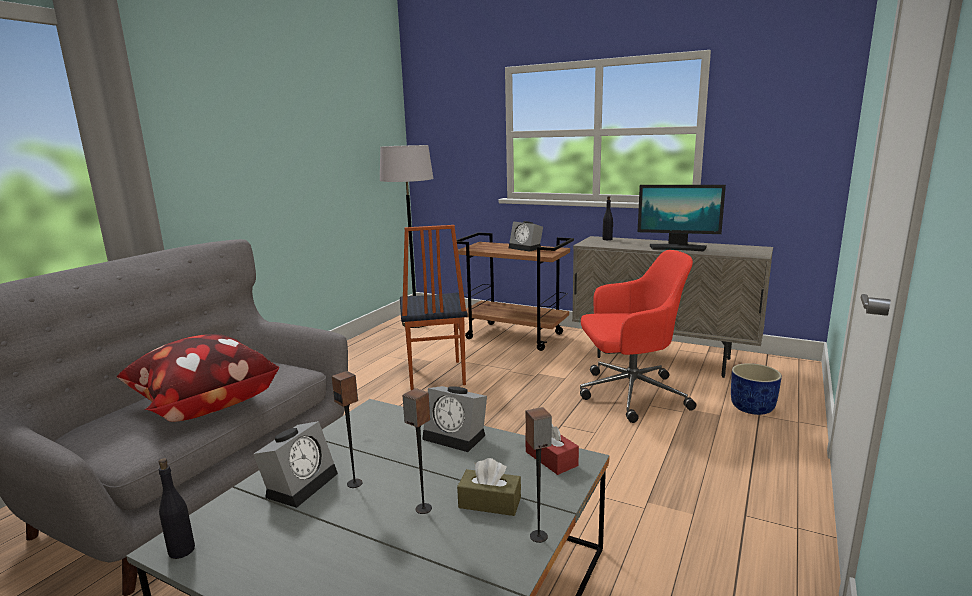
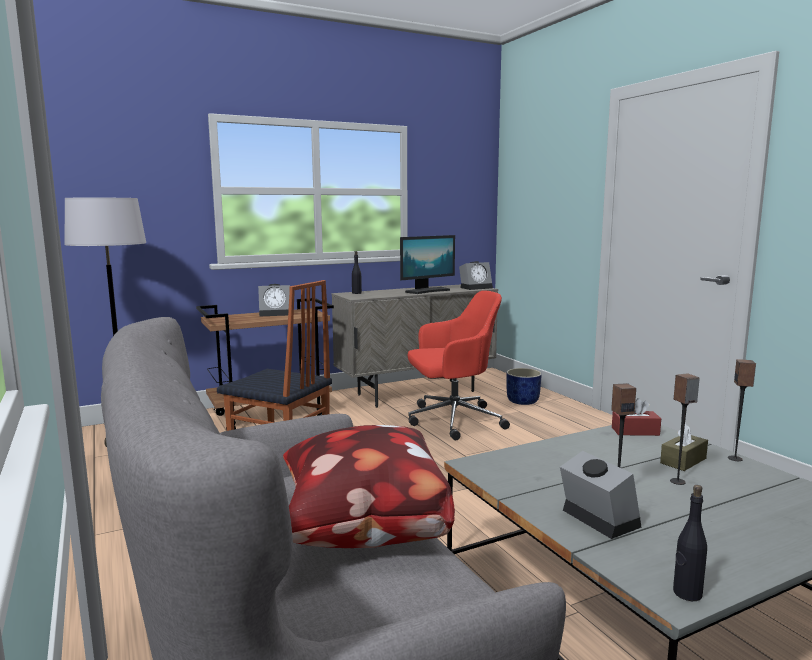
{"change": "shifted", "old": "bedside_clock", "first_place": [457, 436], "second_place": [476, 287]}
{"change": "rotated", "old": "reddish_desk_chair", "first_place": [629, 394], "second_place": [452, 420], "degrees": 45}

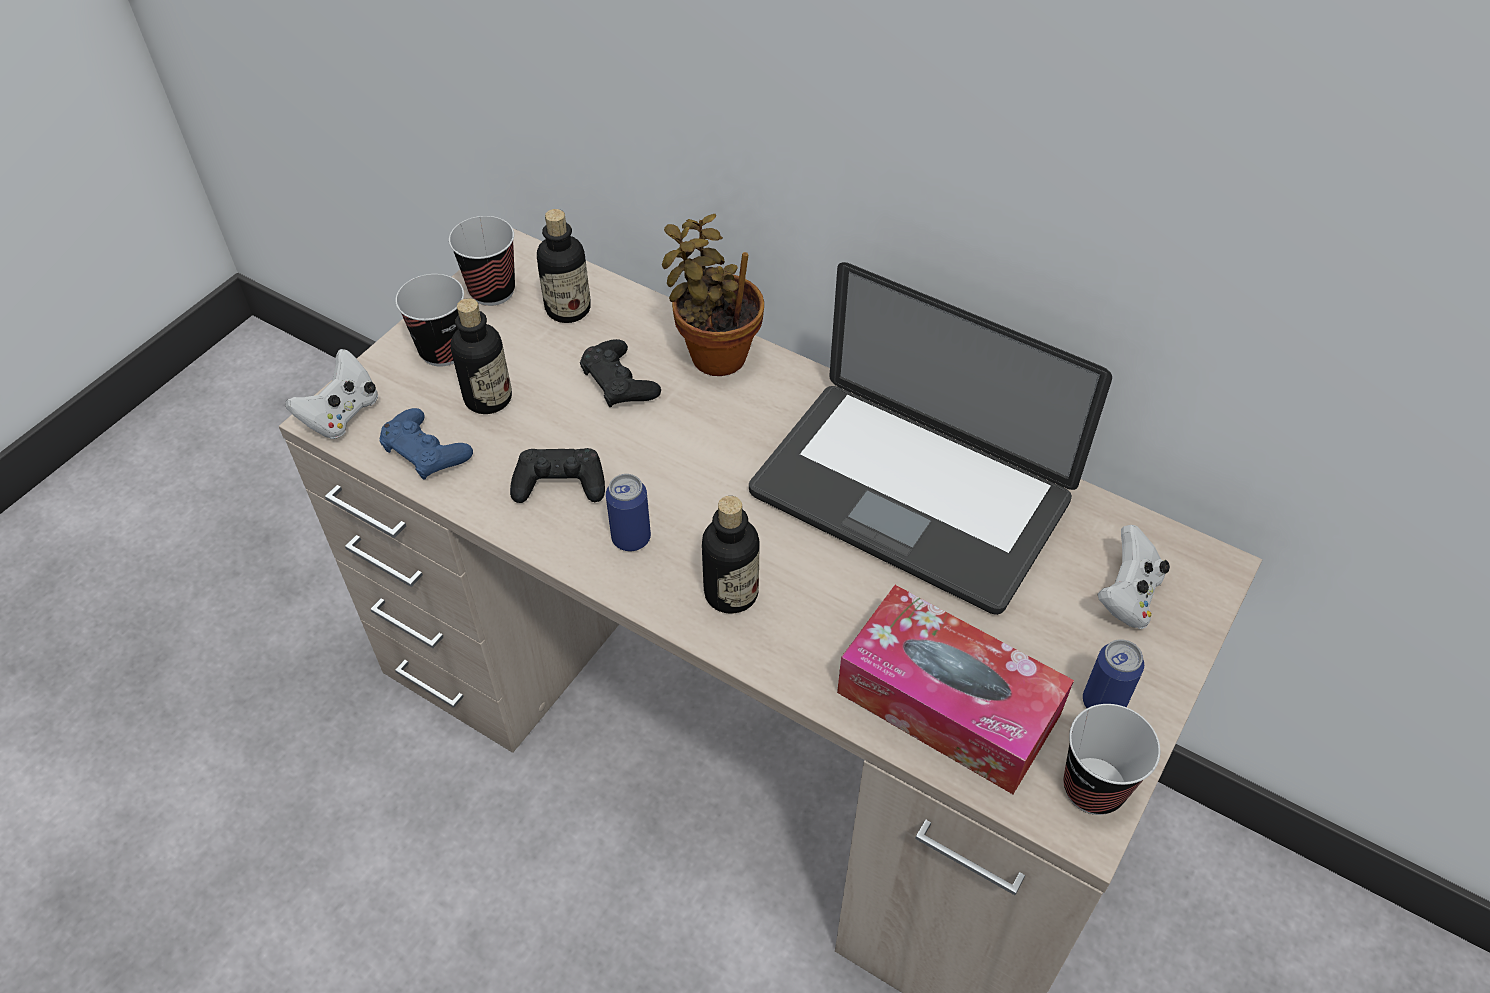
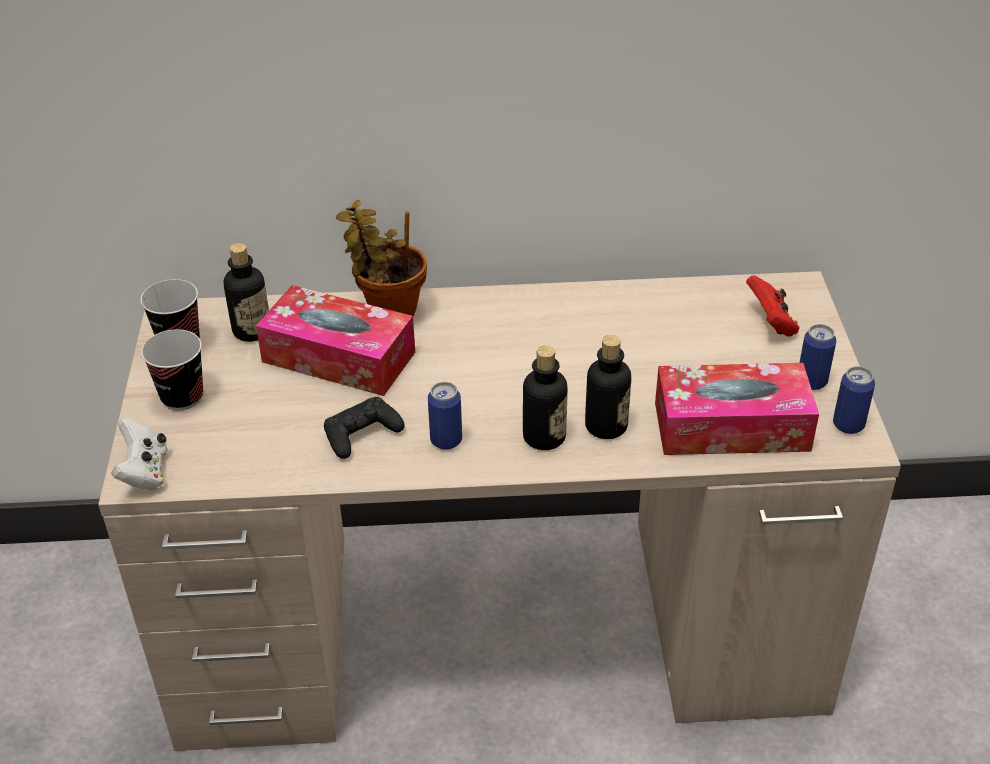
{"change": "gone", "old": "blue-coloured_joypad", "first_place": [425, 451]}
{"change": "shifted", "old": "beverage_bottle", "first_place": [488, 398], "second_place": [606, 426]}
{"change": "swapped", "old": "black_joypad", "new": "tissue_holder", "first_place": [619, 382], "second_place": [338, 357]}
{"change": "gone", "old": "laptop", "first_place": [909, 497]}
{"change": "swapped", "old": "drinking_cup", "new": "metal_can", "first_place": [1093, 788], "second_place": [848, 425]}
{"change": "repainted", "old": "white-coloured_joypad", "new": "reddish_joypad", "first_place": [1127, 596], "second_place": [771, 323]}

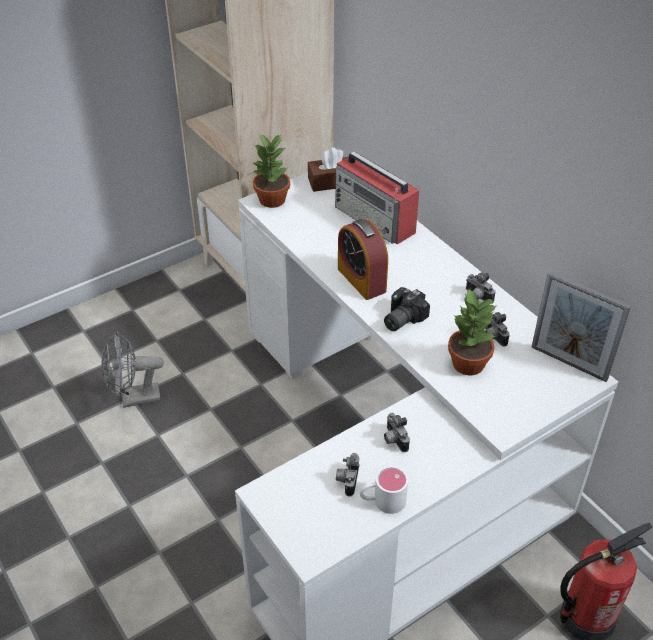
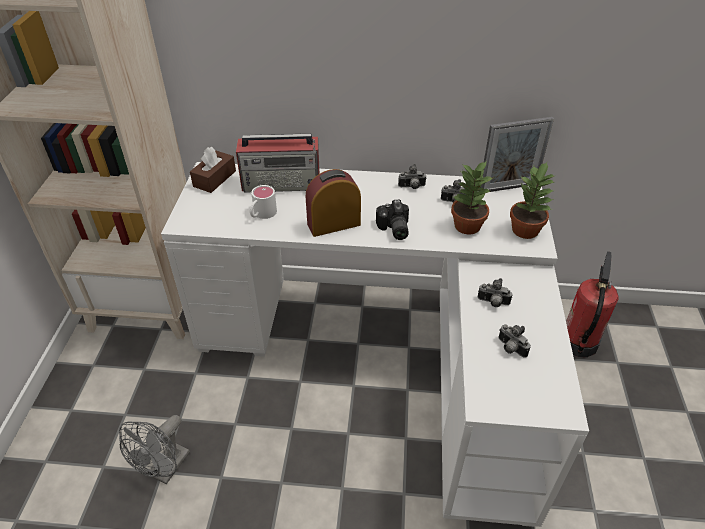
{"change": "shifted", "old": "plant_in_a_pot", "first_place": [272, 200], "second_place": [526, 230]}
{"change": "rotated", "old": "bedside_clock", "first_place": [361, 280], "second_place": [334, 224], "degrees": 150}
{"change": "shifted", "old": "white-coloured_coffee_mug", "first_place": [382, 501], "second_place": [262, 214]}

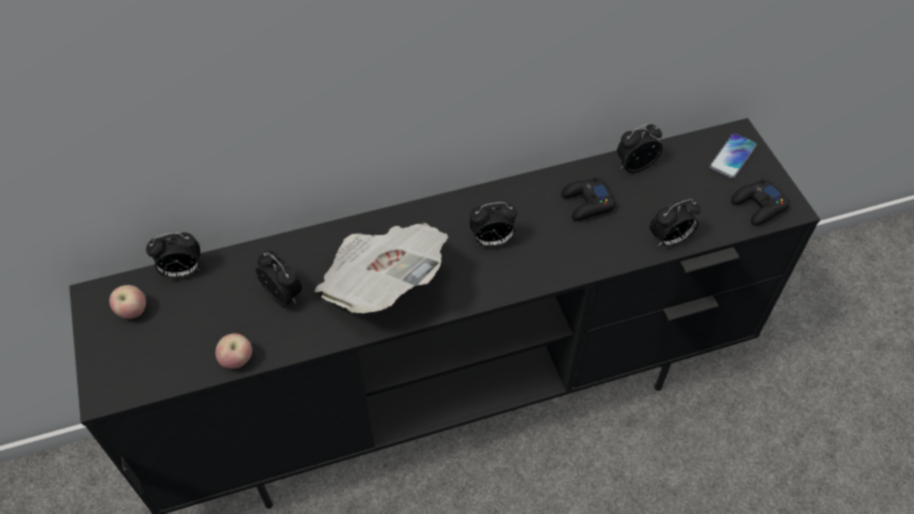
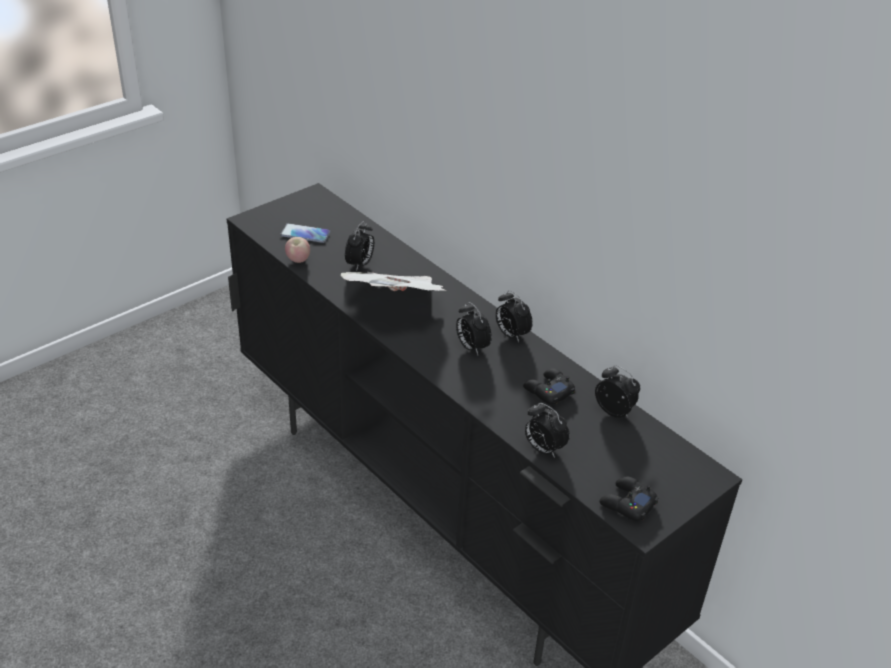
{"change": "gone", "old": "whole_apple", "first_place": [133, 311]}
{"change": "shifted", "old": "bedside_clock", "first_place": [182, 271], "second_place": [511, 334]}
{"change": "shifted", "old": "telephone", "first_place": [732, 156], "second_place": [305, 234]}

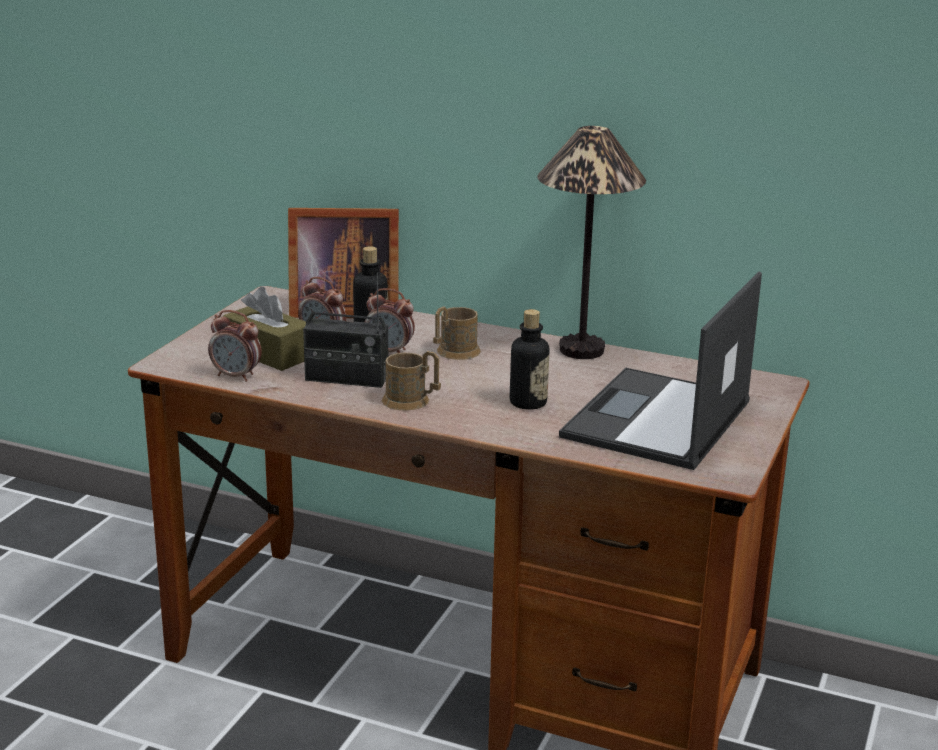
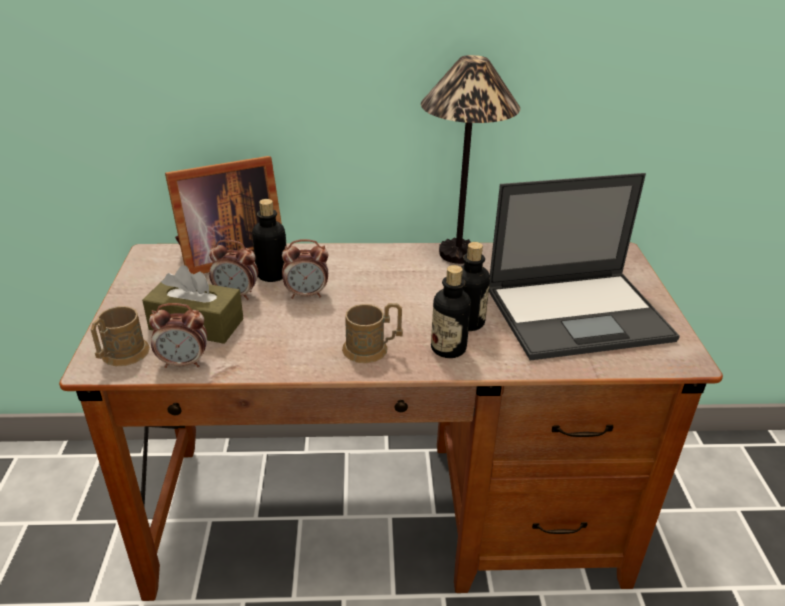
{"change": "gone", "old": "radio_set", "first_place": [346, 378]}
{"change": "shifted", "old": "brown-coloured_coffee_mug", "first_place": [454, 353], "second_place": [121, 356]}
{"change": "rotated", "old": "laptop", "first_place": [657, 420], "second_place": [579, 314], "degrees": -105}
{"change": "new", "new": "beverage_bottle", "second_place": [448, 348]}

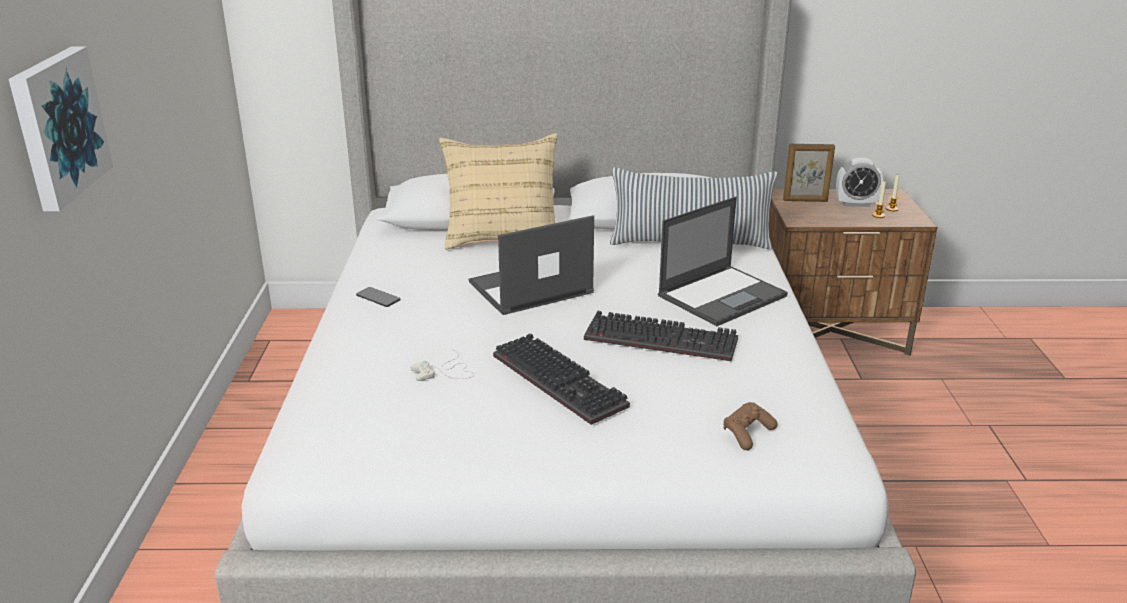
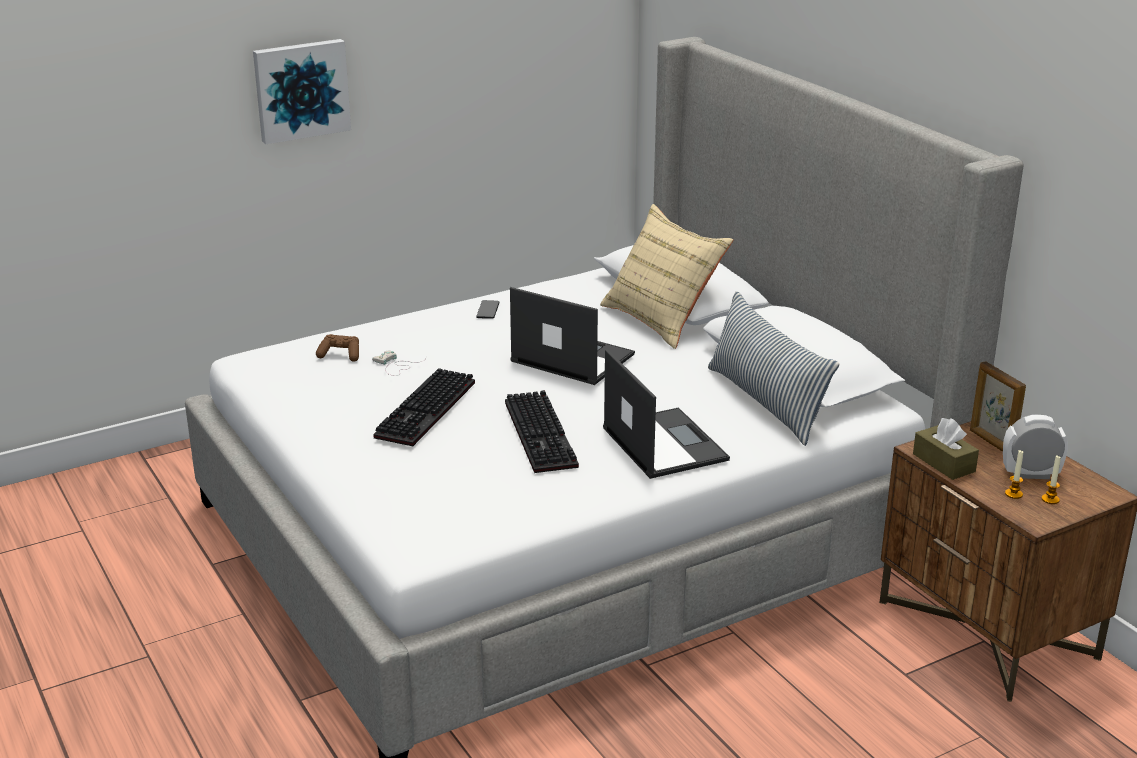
{"change": "rotated", "old": "laptop", "first_place": [723, 295], "second_place": [663, 443], "degrees": -135}
{"change": "shifted", "old": "brown-coloured_joypad", "first_place": [747, 434], "second_place": [340, 355]}
{"change": "rotated", "old": "bedside_clock", "first_place": [856, 204], "second_place": [1030, 474], "degrees": 120}
{"change": "new", "new": "brown-coloured_tissue_holder", "second_place": [943, 463]}

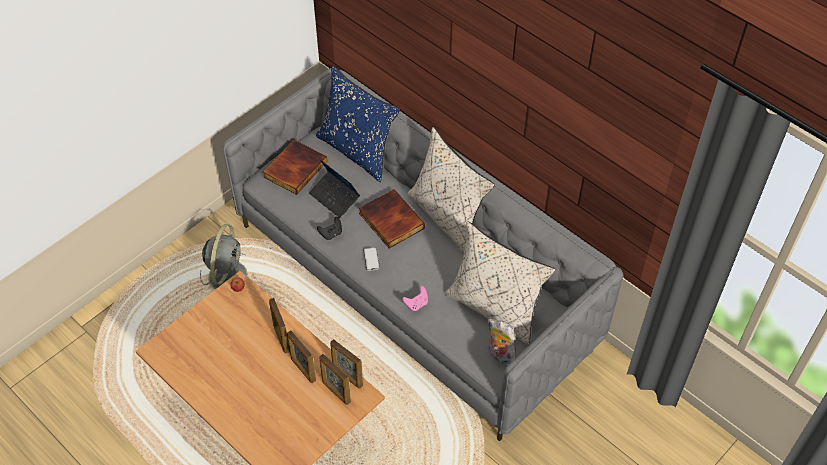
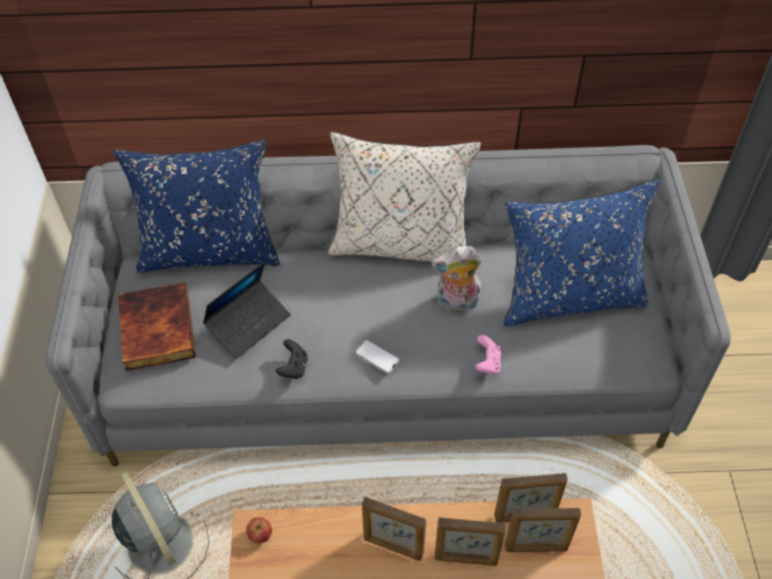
{"change": "rotated", "old": "laptop", "first_place": [334, 198], "second_place": [248, 323], "degrees": -45}
{"change": "gone", "old": "volume", "first_place": [390, 221]}
{"change": "repainted", "old": "beige_cushion", "new": "blue-coloured_cushion", "first_place": [495, 308], "second_place": [569, 297]}
{"change": "shifted", "old": "cuddly_toy", "first_place": [499, 355], "second_place": [457, 302]}

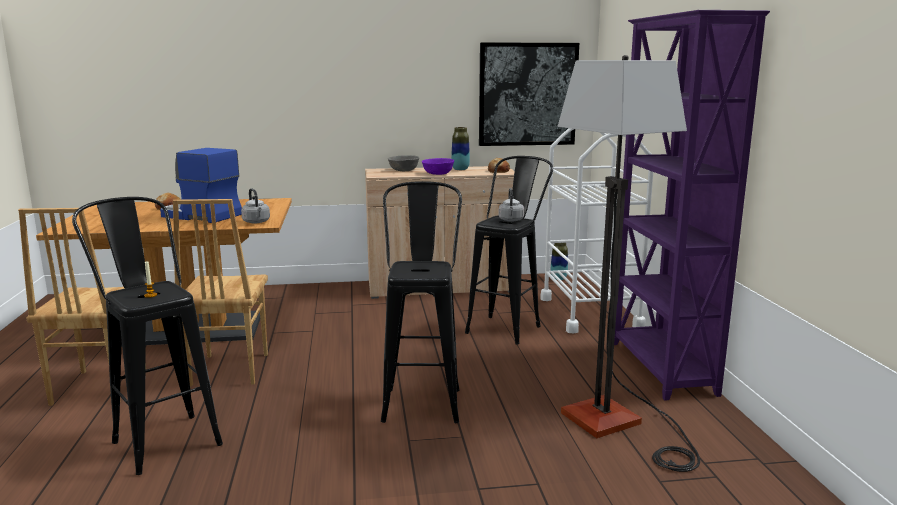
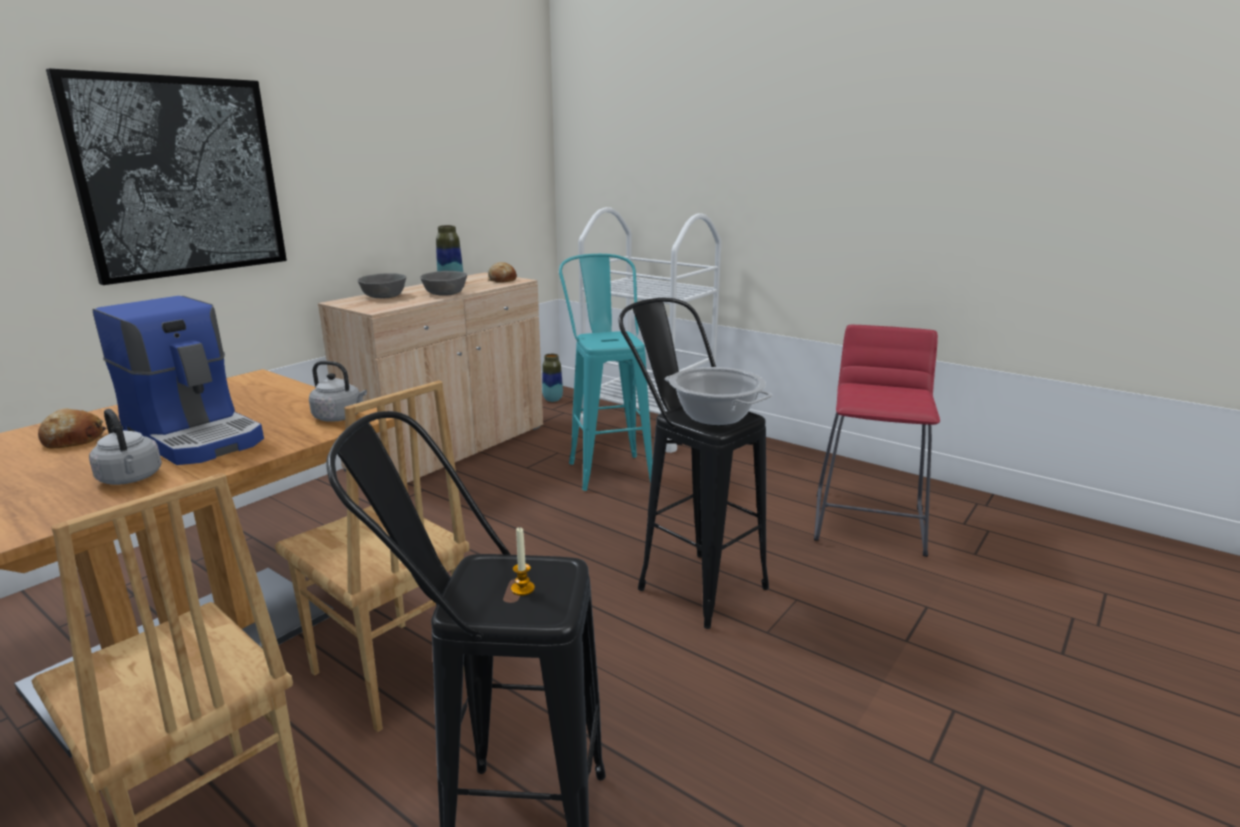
{"change": "rotated", "old": "coffee_machine", "first_place": [200, 216], "second_place": [196, 435], "degrees": -120}
{"change": "repainted", "old": "purplish_deep_dish", "new": "grey_deep_dish", "first_place": [438, 173], "second_place": [445, 294]}
{"change": "repainted", "old": "black_sitting_stool", "new": "turquoise-coloured_sitting_stool", "first_place": [508, 326], "second_place": [607, 467]}
{"change": "shifted", "old": "wall_art", "first_place": [527, 94], "second_place": [180, 177]}
{"change": "shifted", "old": "grey_tea_kettle", "first_place": [511, 220], "second_place": [131, 479]}
{"change": "swapped", "old": "standard_lamp", "new": "reddish_sitting_stool", "first_place": [619, 426], "second_place": [869, 522]}
{"change": "gone", "old": "purplish_shelving_unit", "first_place": [660, 368]}
{"change": "new", "new": "saucepot", "second_place": [715, 416]}

